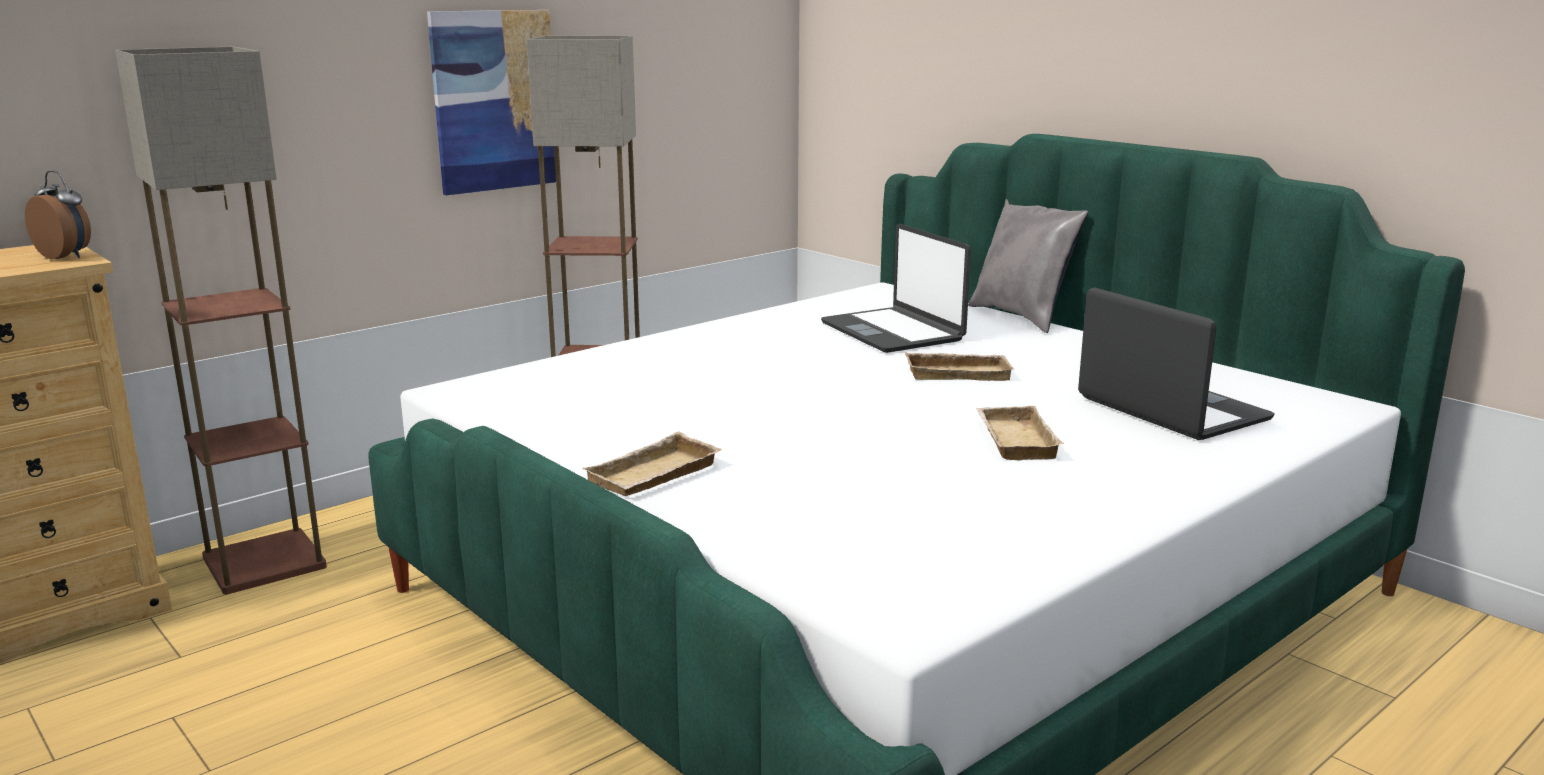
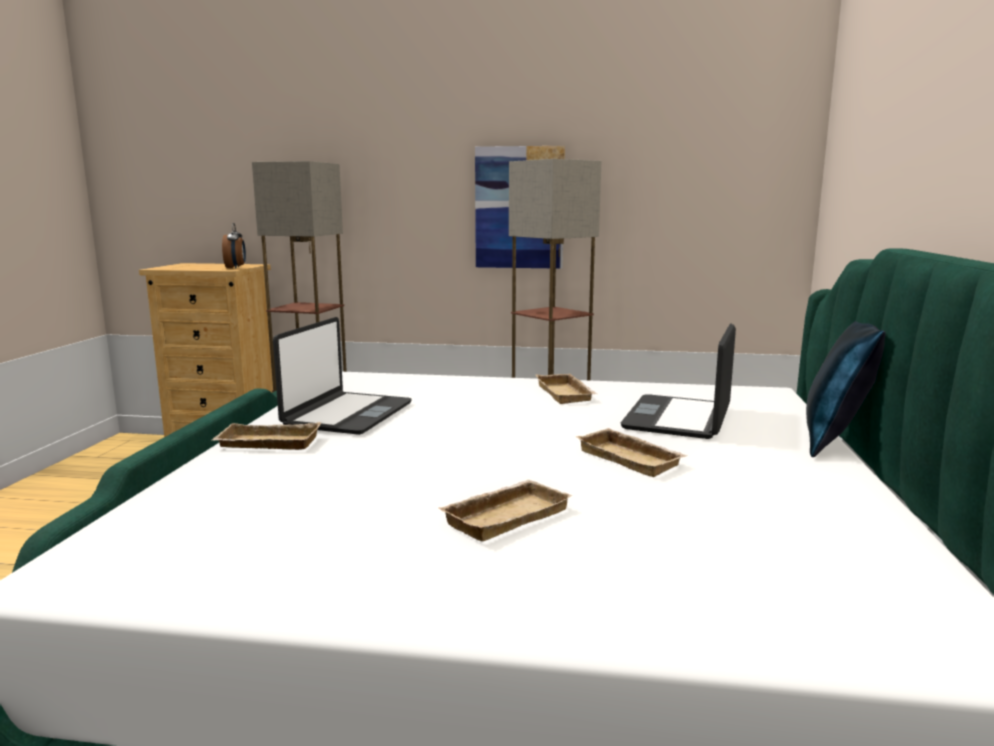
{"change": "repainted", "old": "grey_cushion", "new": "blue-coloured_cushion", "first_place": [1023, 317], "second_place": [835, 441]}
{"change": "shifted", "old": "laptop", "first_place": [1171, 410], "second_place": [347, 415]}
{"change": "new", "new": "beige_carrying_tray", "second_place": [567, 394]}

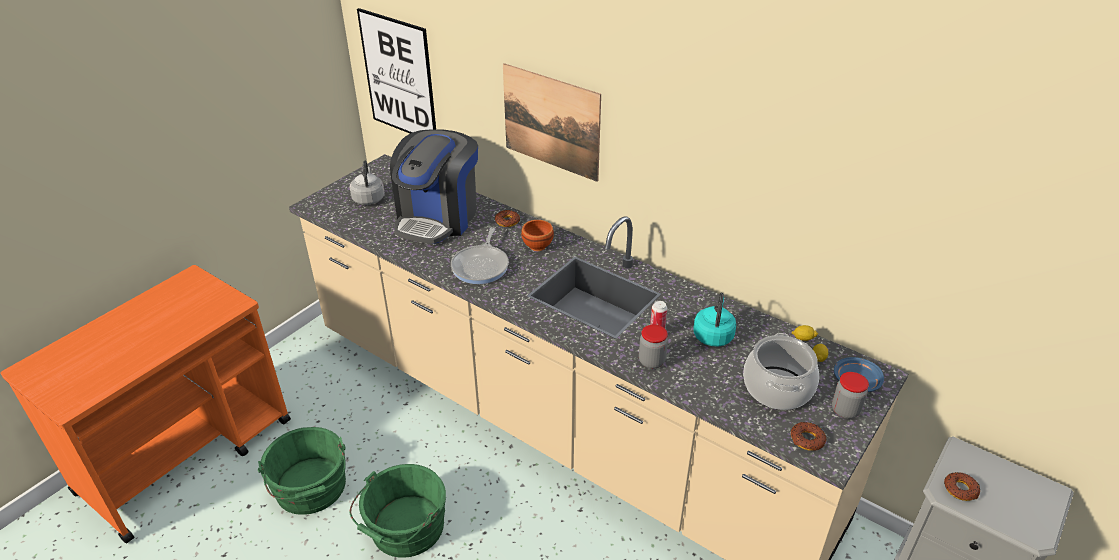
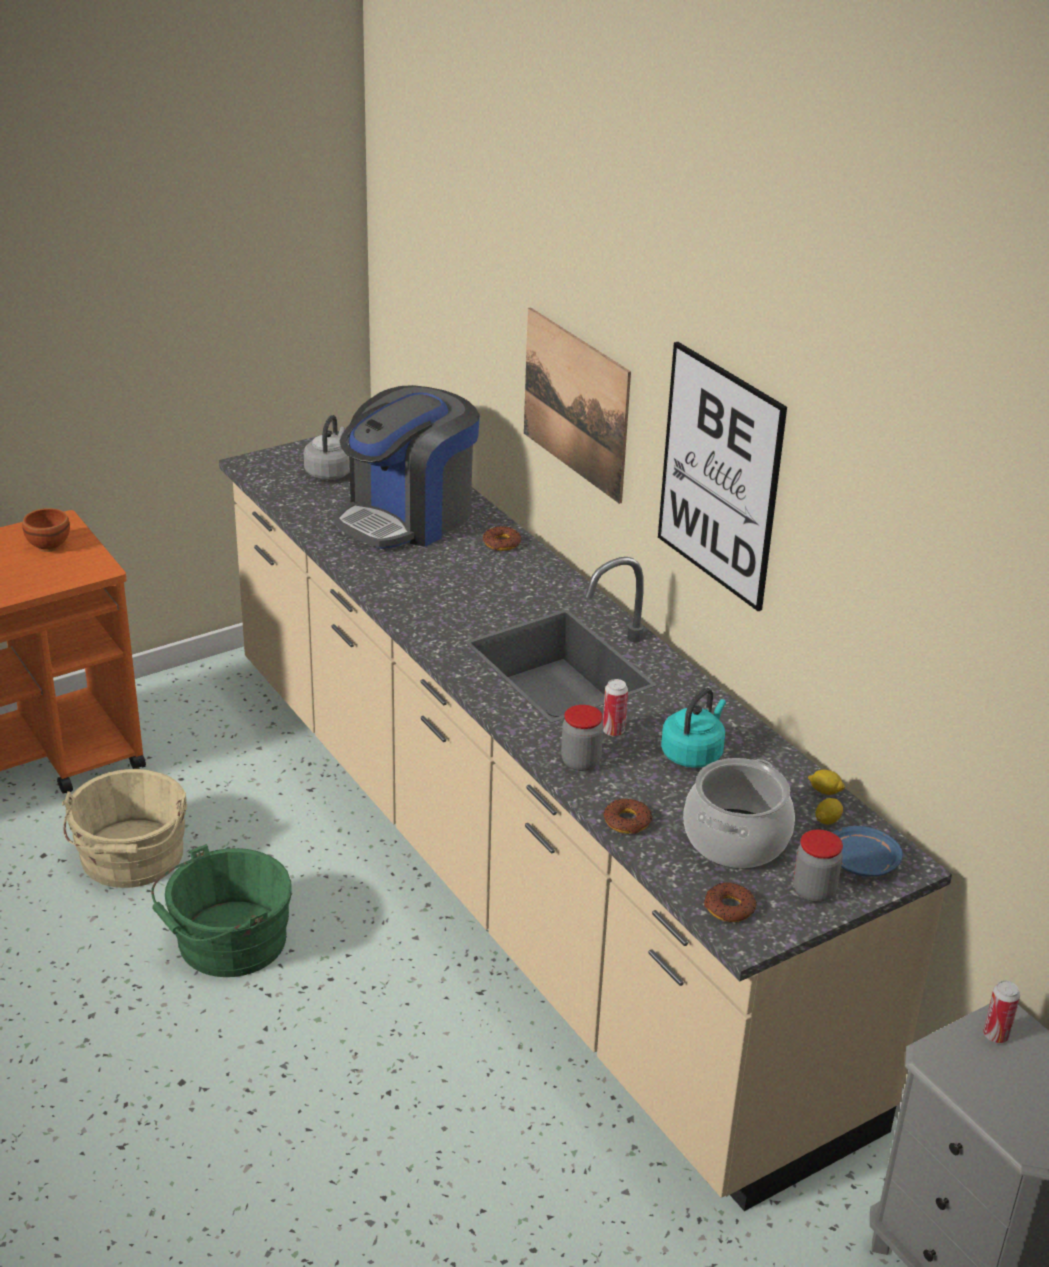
{"change": "repainted", "old": "green-coloured_pail", "new": "beige_pail", "first_place": [311, 489], "second_place": [131, 859]}
{"change": "shifted", "old": "wall_art", "first_place": [398, 76], "second_place": [720, 476]}
{"change": "gone", "old": "skillet", "first_place": [481, 266]}
{"change": "shifted", "old": "brown-coloured_deep_dish", "first_place": [537, 246], "second_place": [48, 545]}
{"change": "shifted", "old": "donut", "first_place": [960, 489], "second_place": [627, 821]}
{"change": "new", "new": "metal_can", "second_place": [995, 1035]}

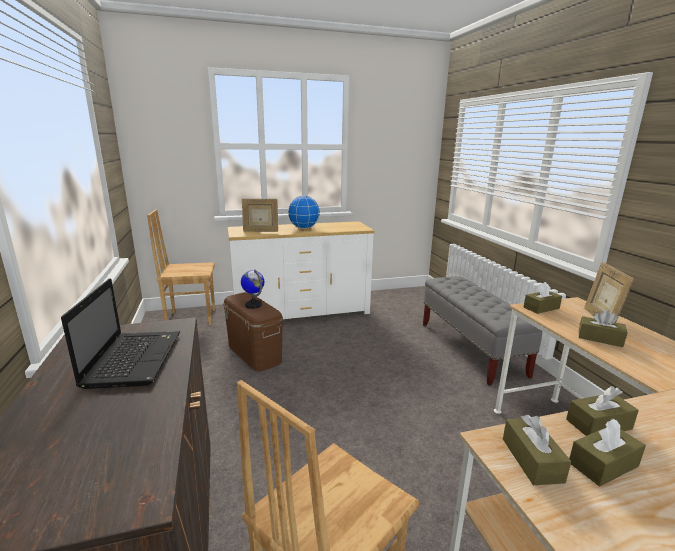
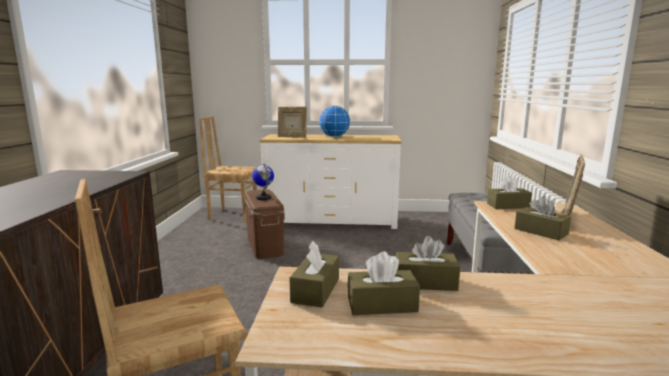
{"change": "gone", "old": "laptop", "first_place": [134, 358]}

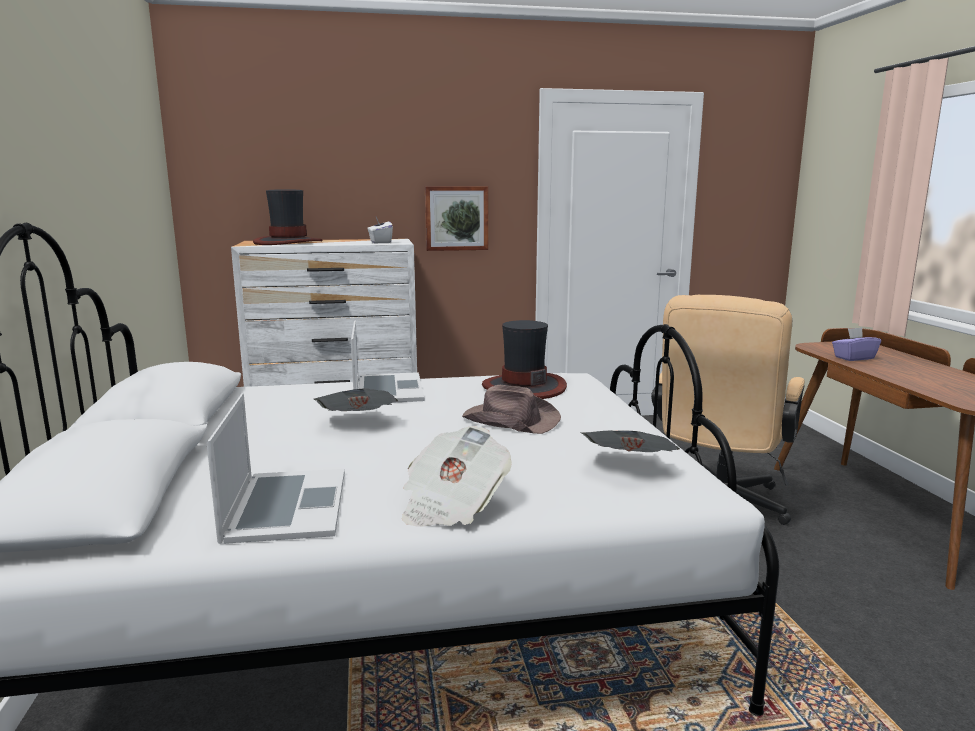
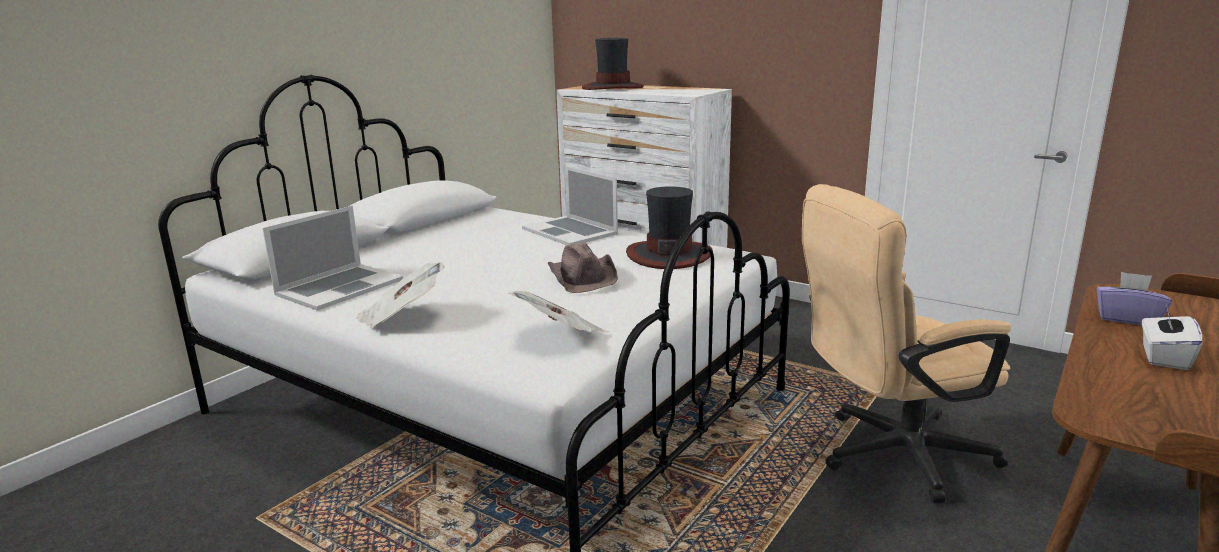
{"change": "gone", "old": "printed_paper", "first_place": [358, 423]}
{"change": "rotated", "old": "laptop", "first_place": [387, 389], "second_place": [570, 231], "degrees": 105}
{"change": "shifted", "old": "white-coloured_tissue_holder", "first_place": [380, 242], "second_place": [1163, 357]}
{"change": "gone", "old": "wall_art", "first_place": [456, 218]}

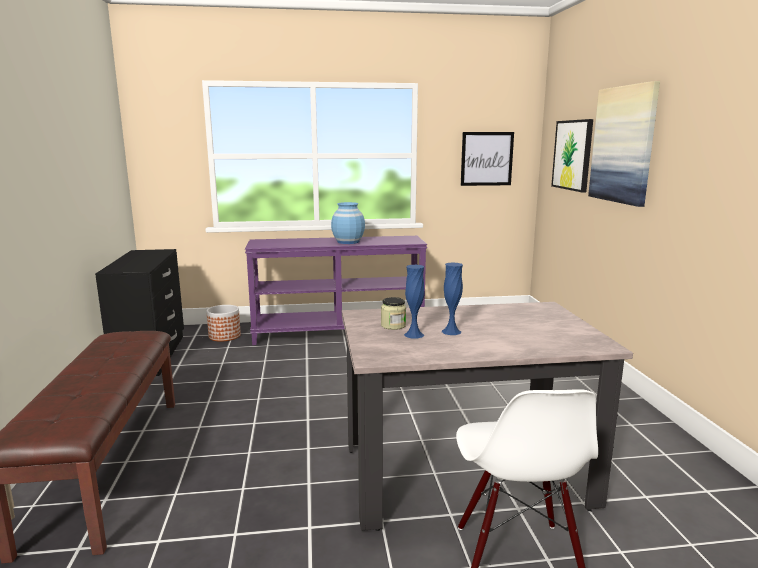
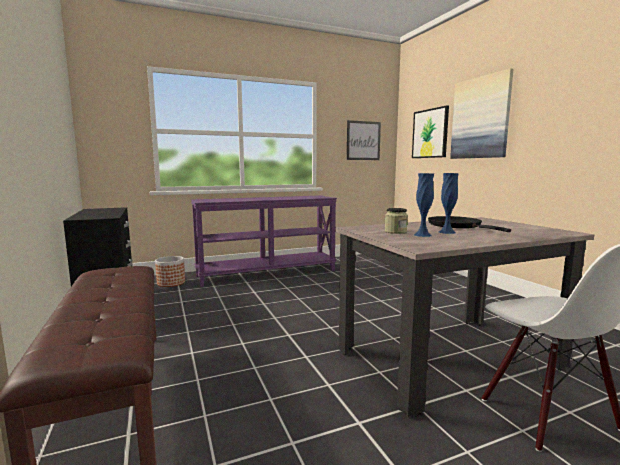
{"change": "gone", "old": "blue-coloured_vase", "first_place": [348, 242]}
{"change": "new", "new": "black_skillet", "second_place": [457, 226]}

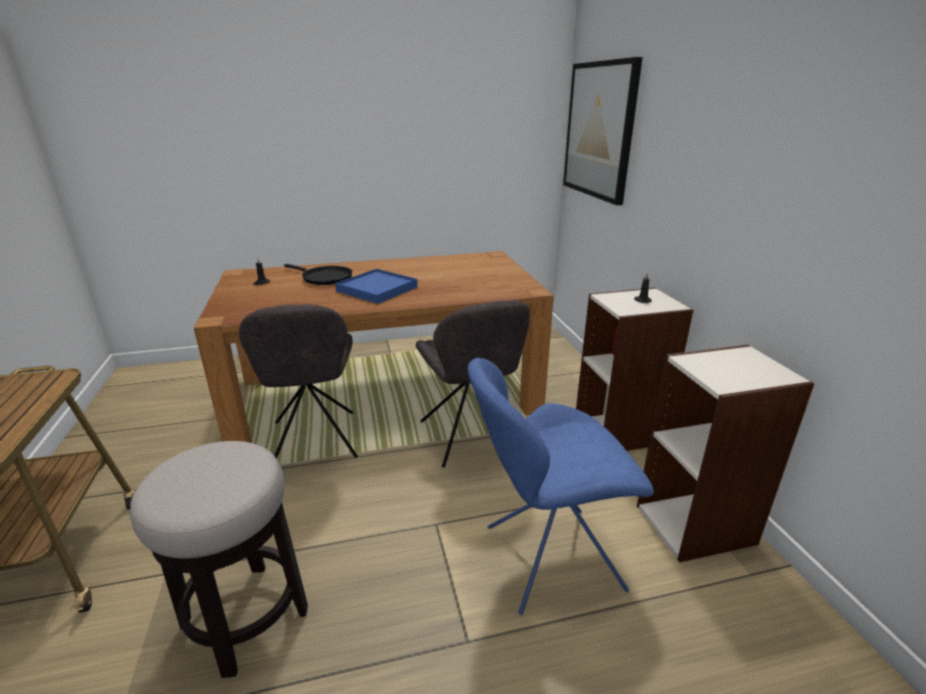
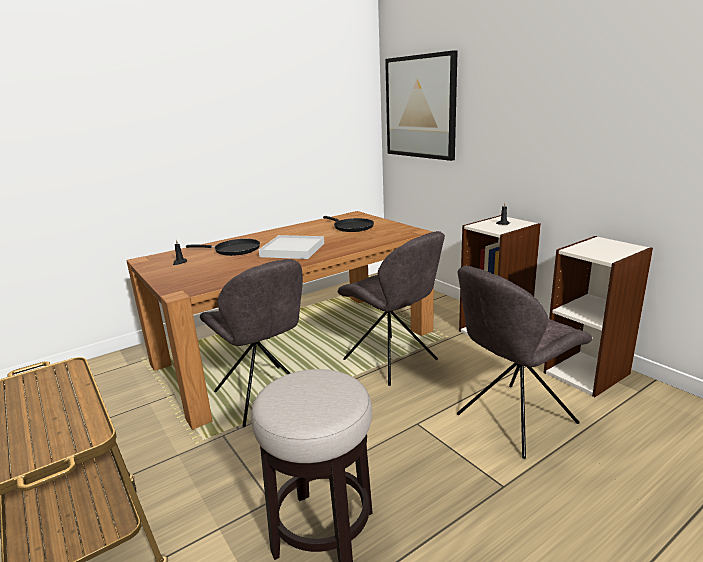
{"change": "repainted", "old": "blue-coloured_carrying_tray", "new": "white-coloured_carrying_tray", "first_place": [377, 289], "second_place": [292, 250]}
{"change": "repainted", "old": "blue-coloured_upright_chair", "new": "grey_upright_chair", "first_place": [547, 558], "second_place": [513, 420]}
{"change": "new", "new": "black_skillet", "second_place": [351, 227]}

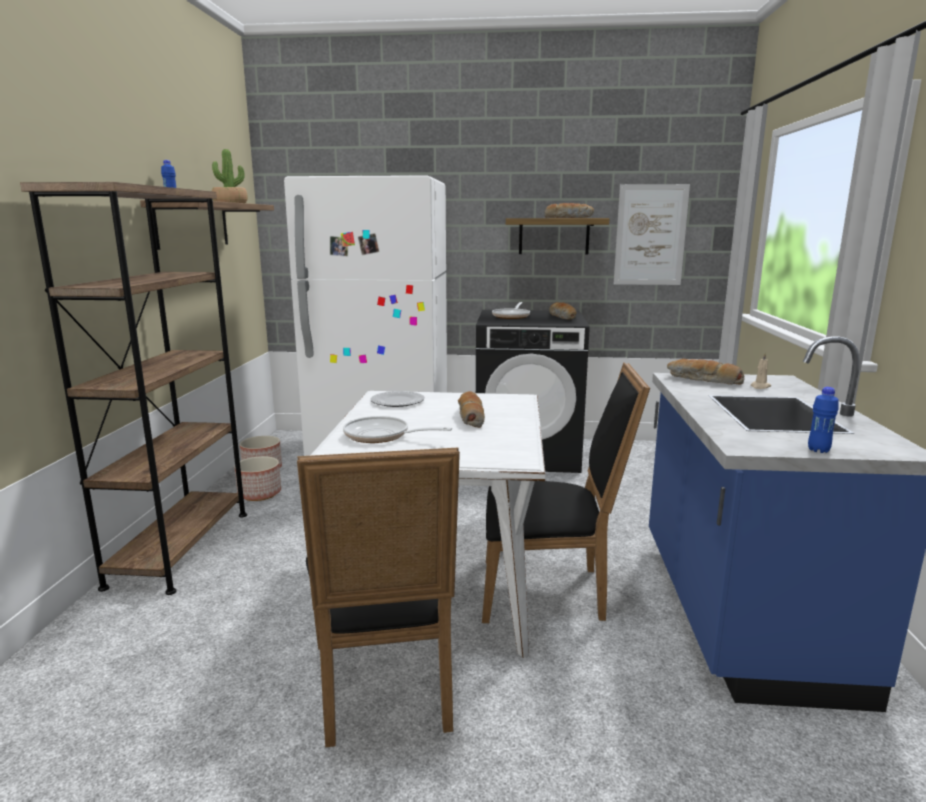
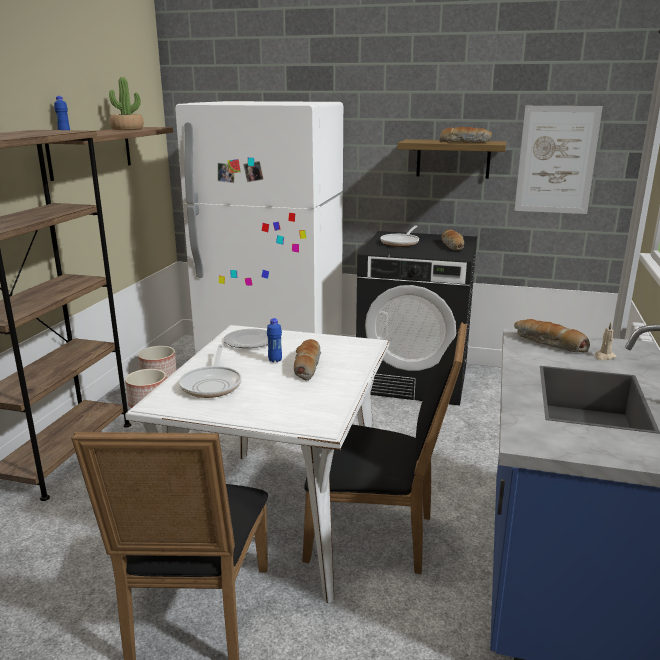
{"change": "rotated", "old": "skillet", "first_place": [382, 436], "second_place": [212, 384], "degrees": -120}
{"change": "shifted", "old": "blue-coloured_beverage_bottle", "first_place": [818, 450], "second_place": [275, 360]}

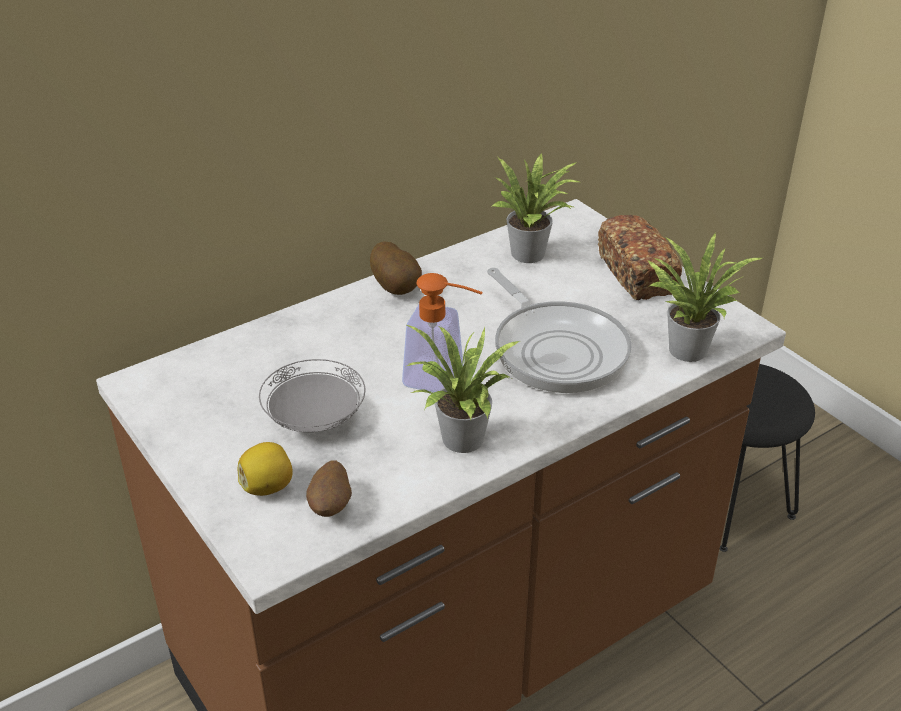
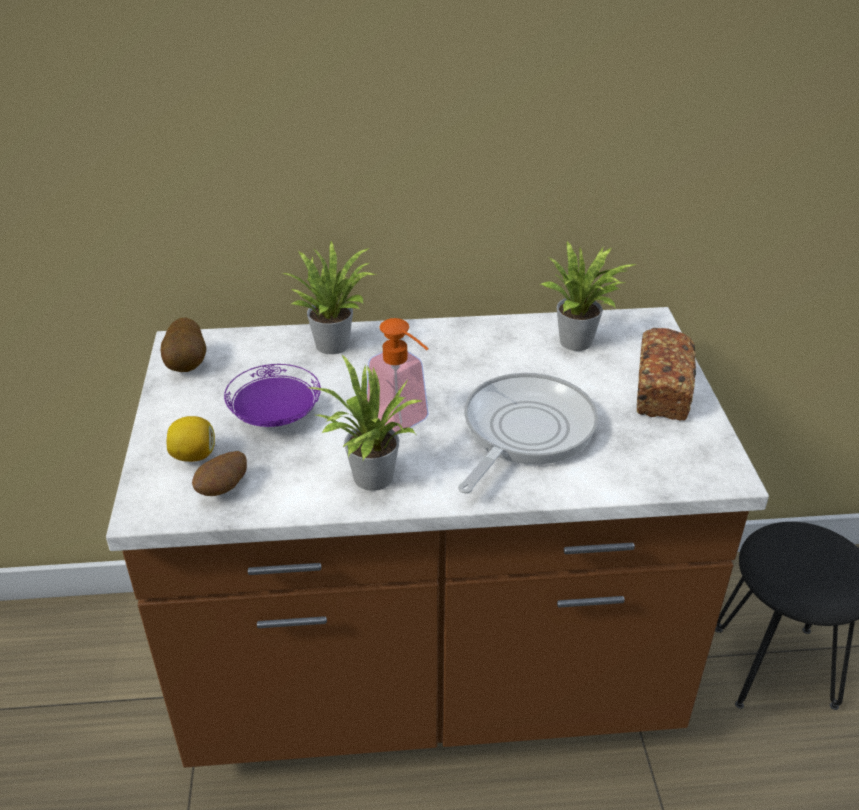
{"change": "repainted", "old": "grey_plate", "new": "purplish_plate", "first_place": [314, 418], "second_place": [275, 416]}
{"change": "shifted", "old": "potato", "first_place": [397, 288], "second_place": [188, 365]}
{"change": "rotated", "old": "skillet", "first_place": [556, 349], "second_place": [524, 432], "degrees": -150}
{"change": "shifted", "old": "plant_in_a_pot", "first_place": [685, 347], "second_place": [334, 342]}

